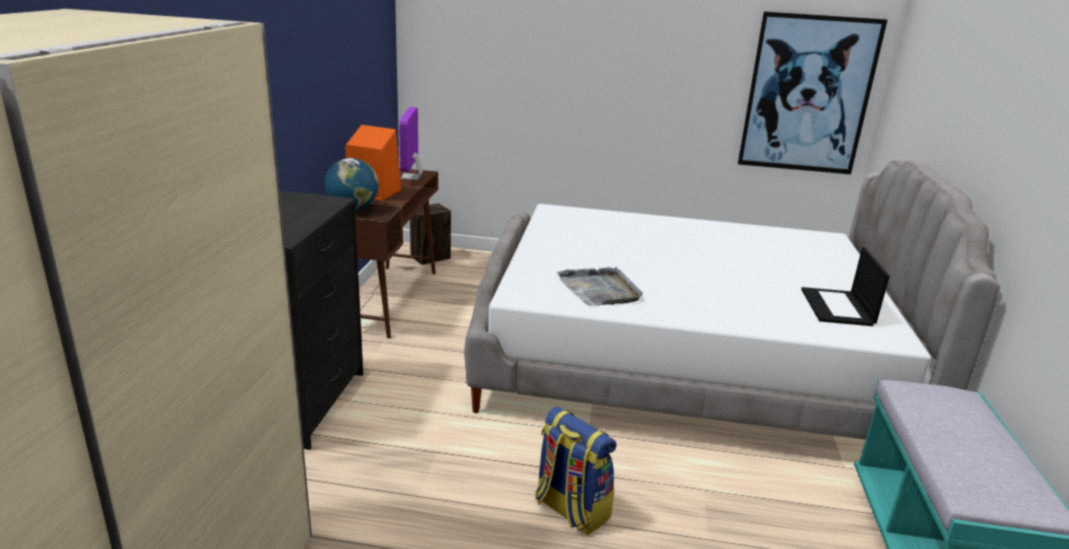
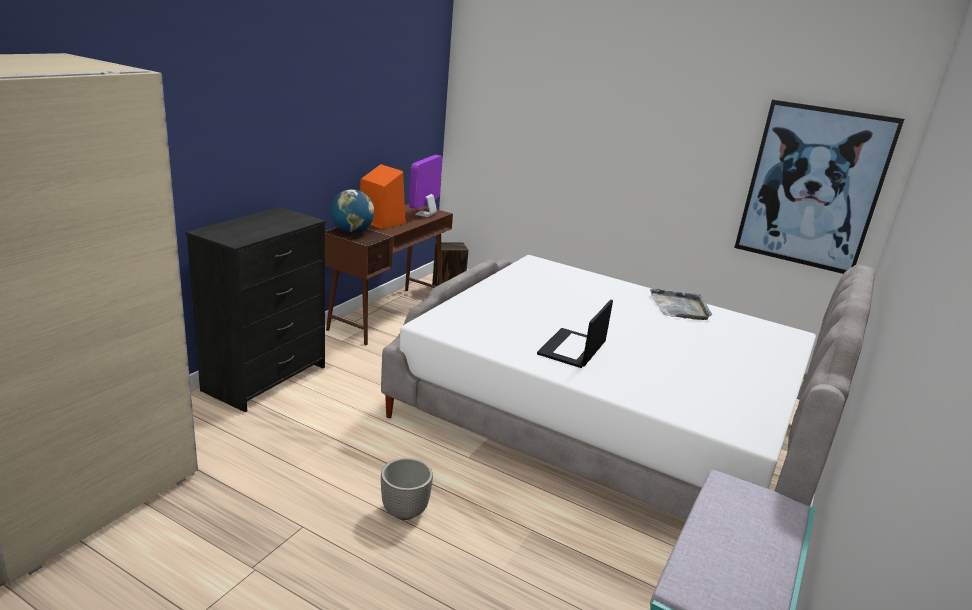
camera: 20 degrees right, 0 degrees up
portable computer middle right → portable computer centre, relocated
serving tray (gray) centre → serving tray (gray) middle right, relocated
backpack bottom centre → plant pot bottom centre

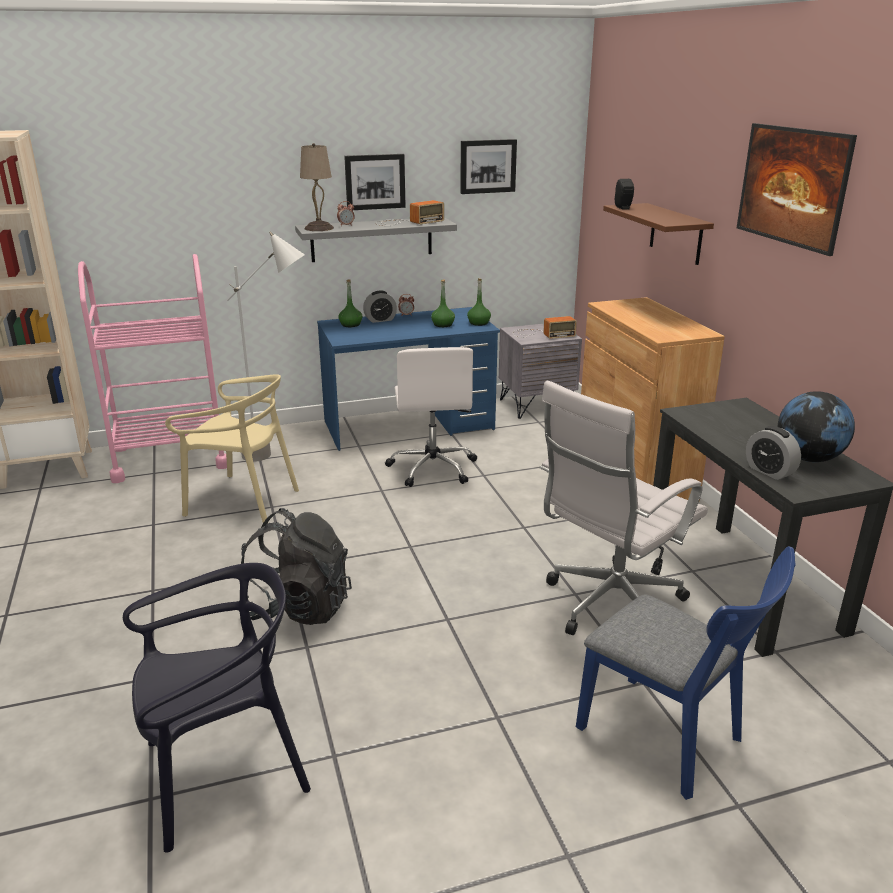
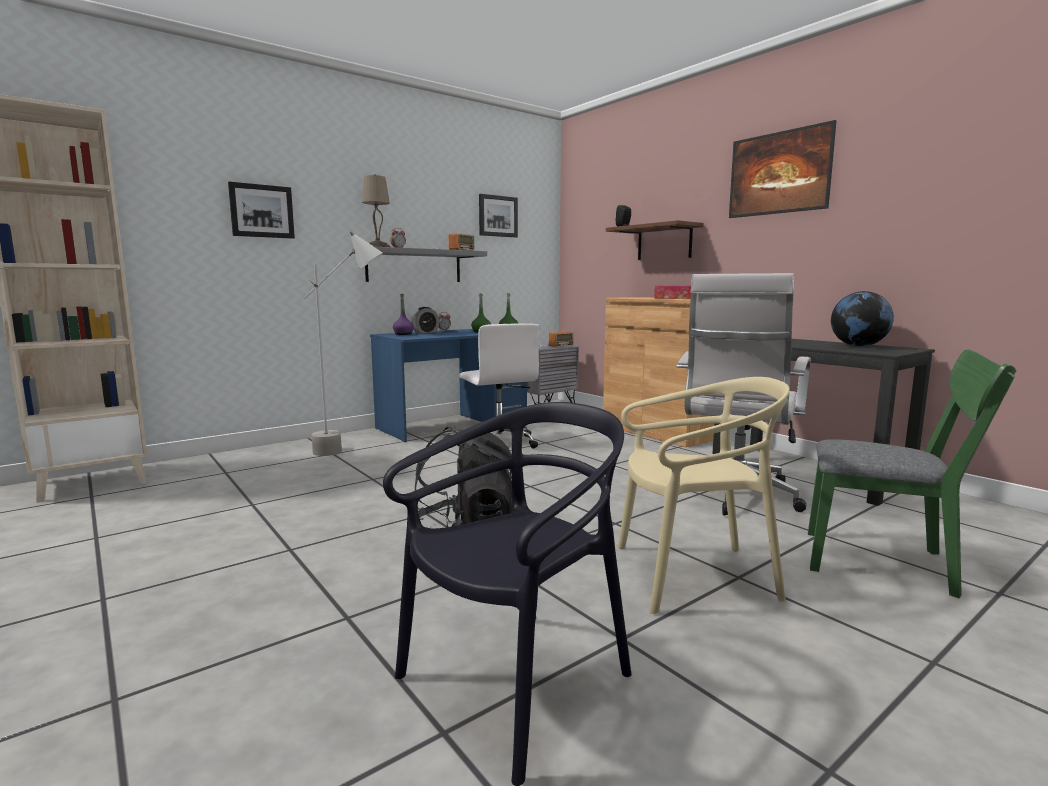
camera: 20 degrees left, 15 degrees down
wall art (no. 1 from left) top centre → wall art (no. 1 from left) top left, relocated
cart (pink-coloured) middle left → -
drink bottle (green) (no. 1 from left) centre → drink bottle (purplish) centre
chair (sand-coloured) middle left → chair (sand-coloured) middle right, relocated
bedside clock (no. 4 from left) middle right → -
chair (blue) bottom right → chair (green) middle right
- → box of tissues centre

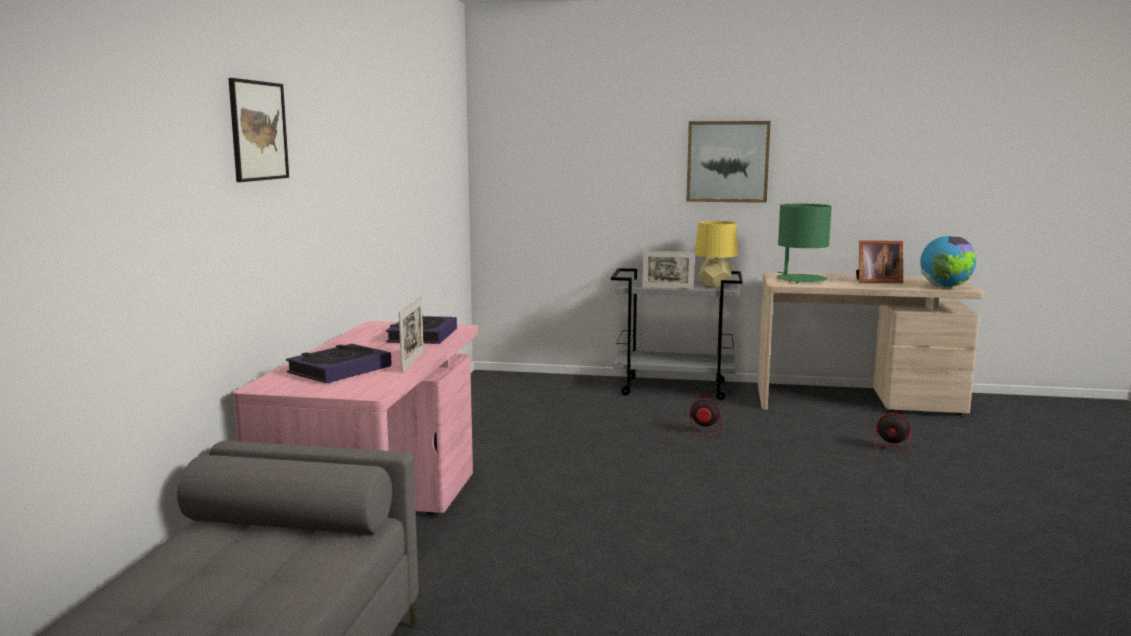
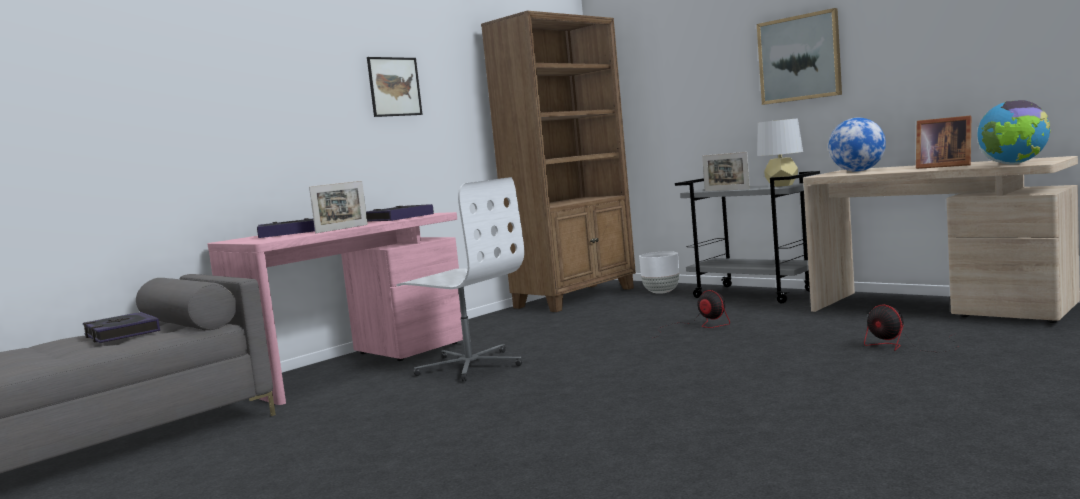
camera: 35 degrees right, 5 degrees down
wall art (no. 1 from left) top left → wall art (no. 1 from left) top centre, relocated
tabletop lamp (green) middle right → globe (no. 1 from left) top right
tabletop lamp (yellowish) centre → tabletop lamp (gray) top right
- → shelving unit (brownish) top centre
- → desk chair (white) centre
- → plant pot (white) centre
- → book (no. 1 from left) middle left

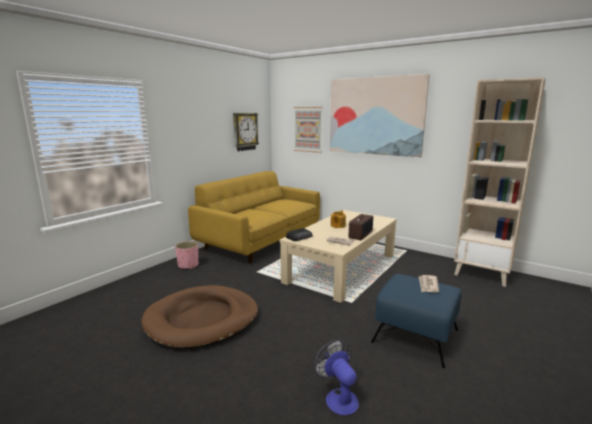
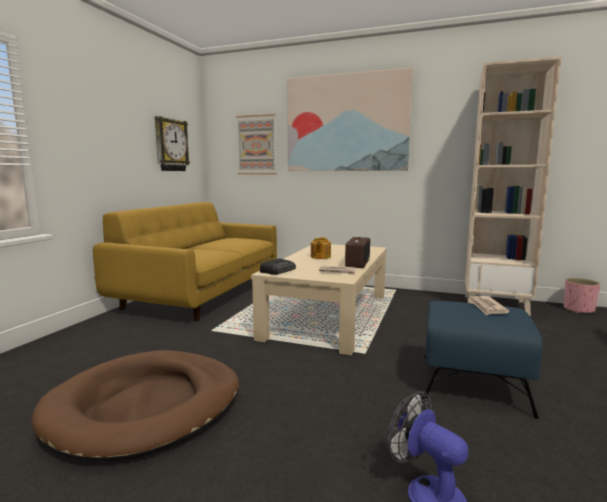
camera: 15 degrees left, 5 degrees down
plant pot (pink-coloured) middle left → plant pot (pink-coloured) middle right, relocated

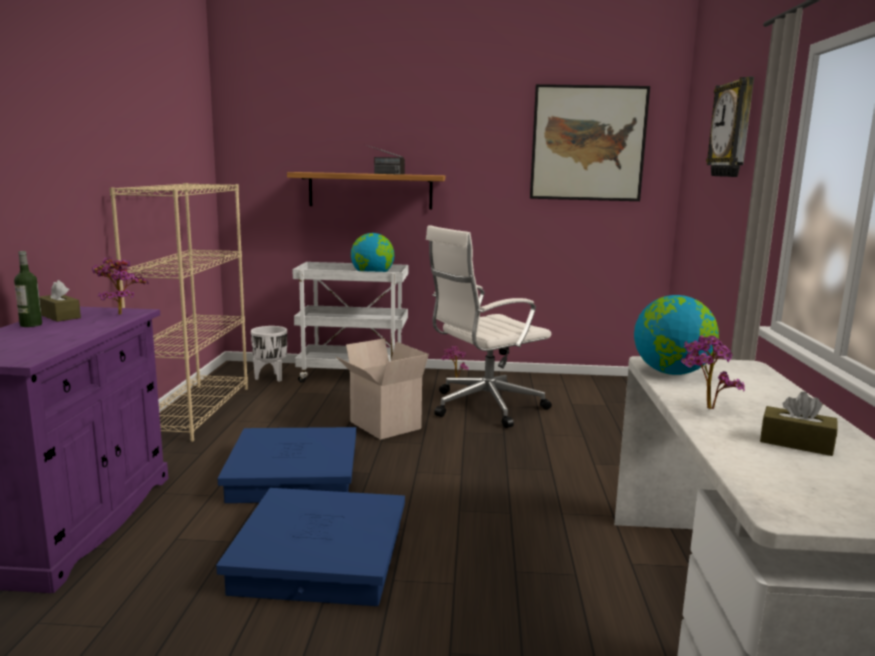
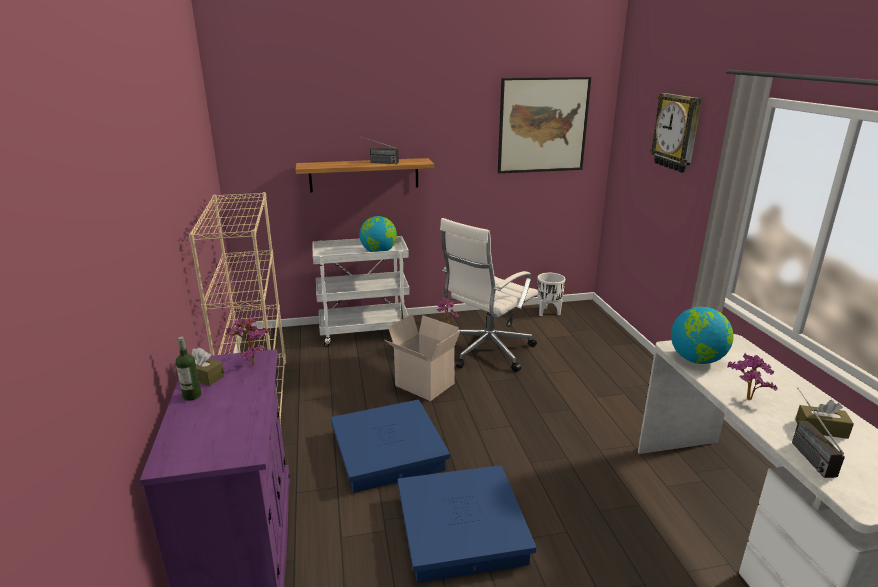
camera: 15 degrees left, 10 degrees up
plant pot (white) middle left → plant pot (white) centre, relocated
- → radio receiver (no. 2 from left) bottom right

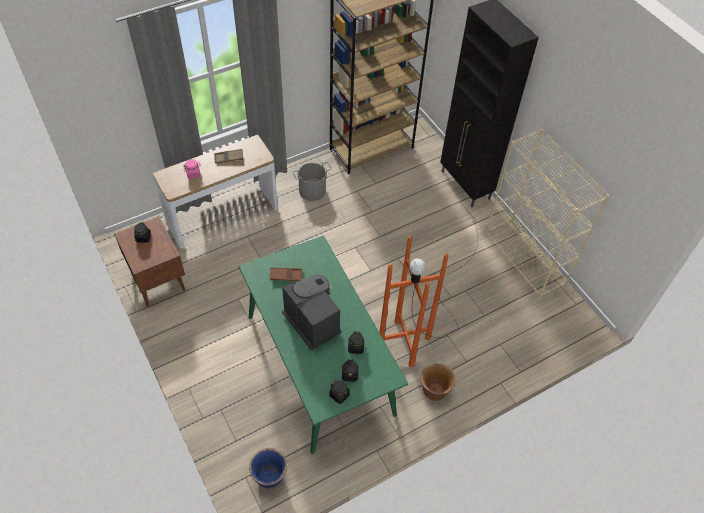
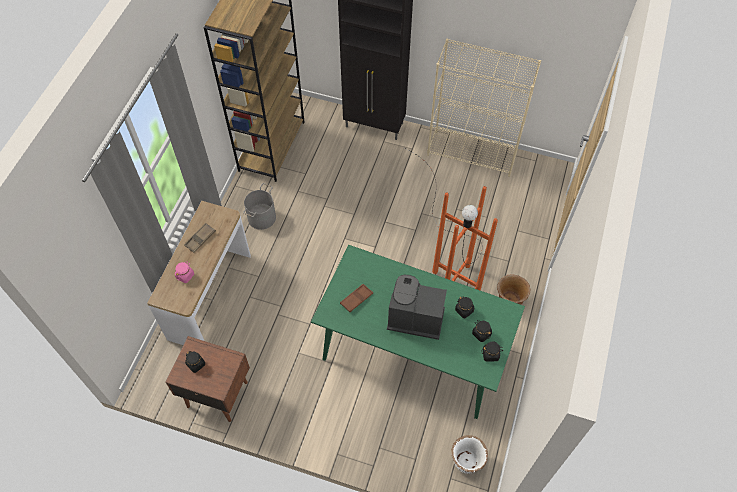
camera: 40 degrees left, 5 degrees up
plant pot (blue) bottom centre → plant pot (white) bottom centre

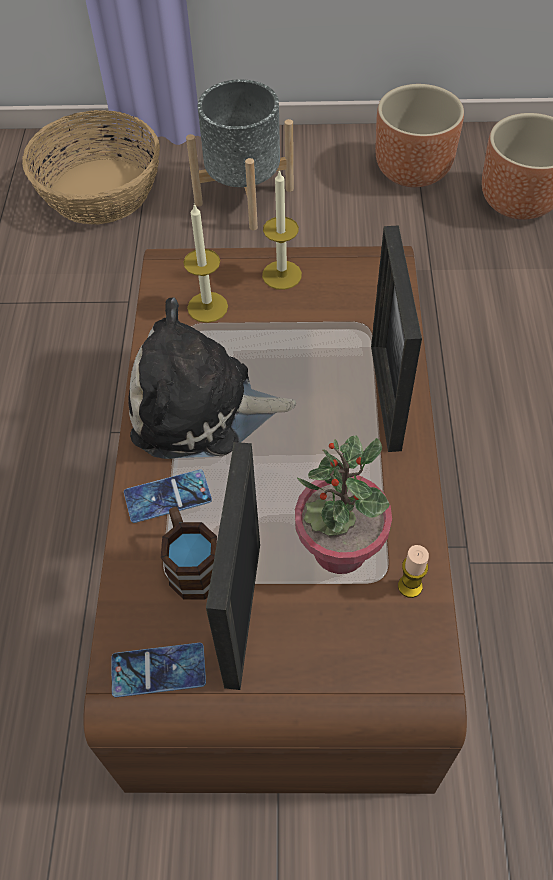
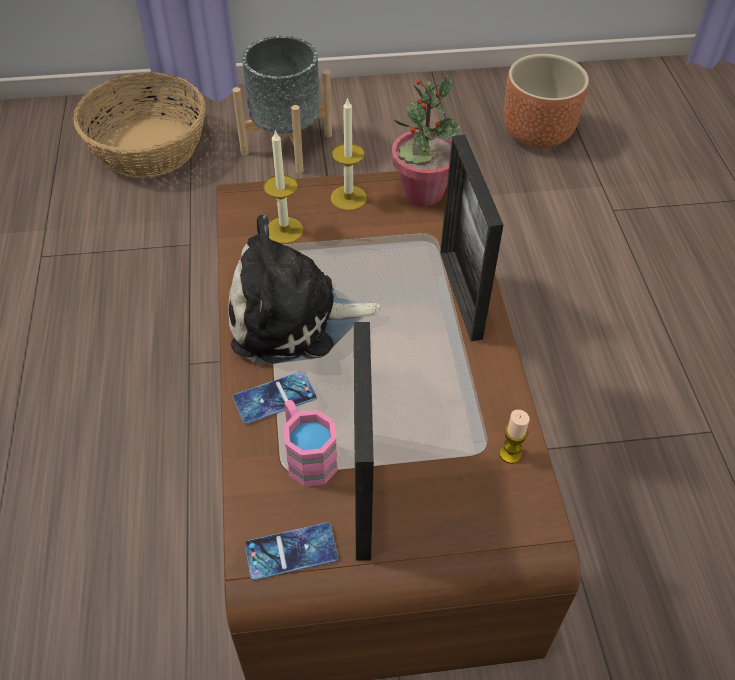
camera: 10 degrees left, 5 degrees down
plant pot (brownish) (no. 1 from left) top right → -
potted plant centre → potted plant top centre, relocated
mug (brownish) centre → mug (pink-coloured) centre

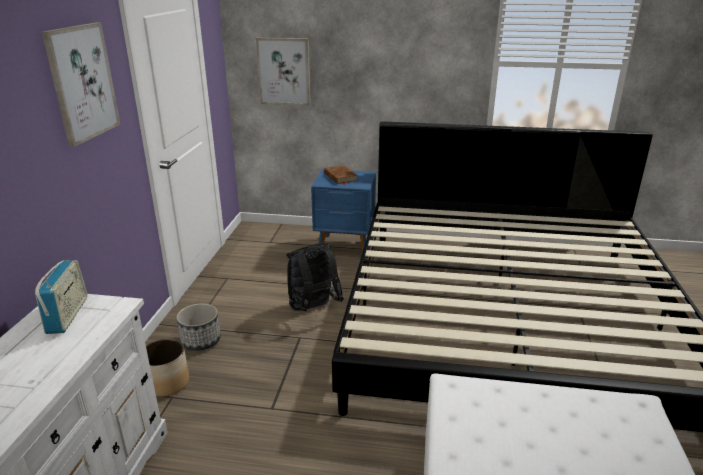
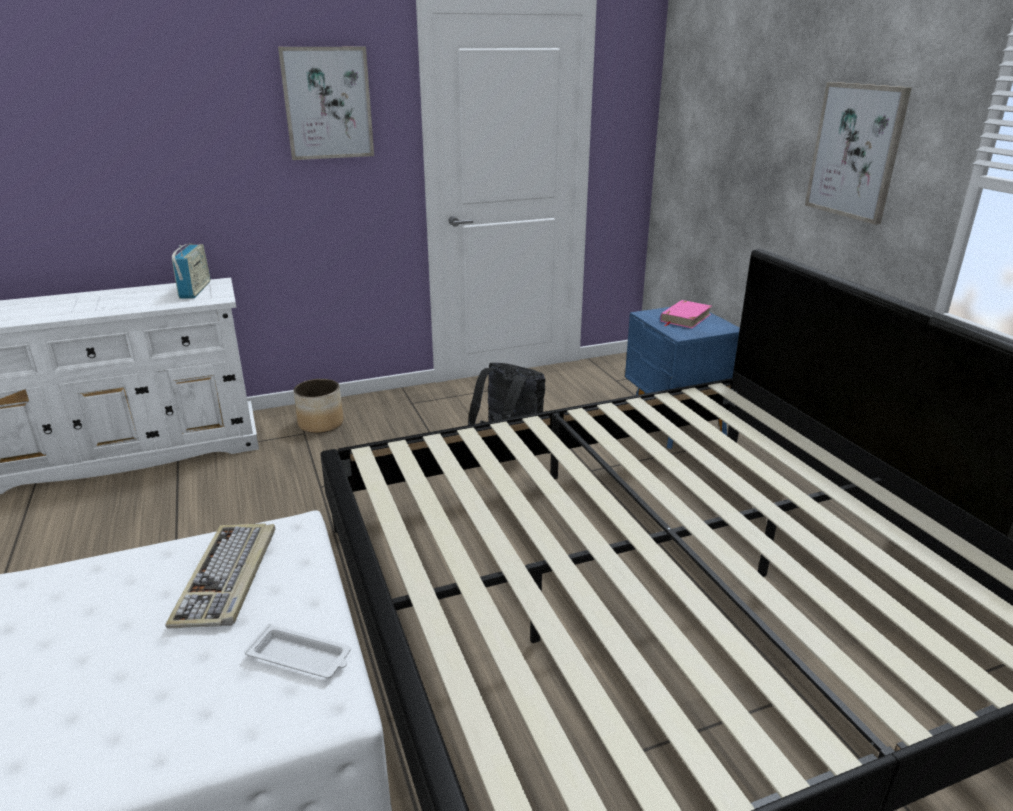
camera: 60 degrees right, 0 degrees up
wall art (no. 2 from left) top centre → wall art (no. 2 from left) top right, relocated
book (brownish) centre → book (pink-coloured) middle right
radio receiver middle left, 60 degrees counterclockwise
plant pot (no. 2 from left) bottom left → -
- → PC keyboard bottom left
- → serving tray (white) bottom left

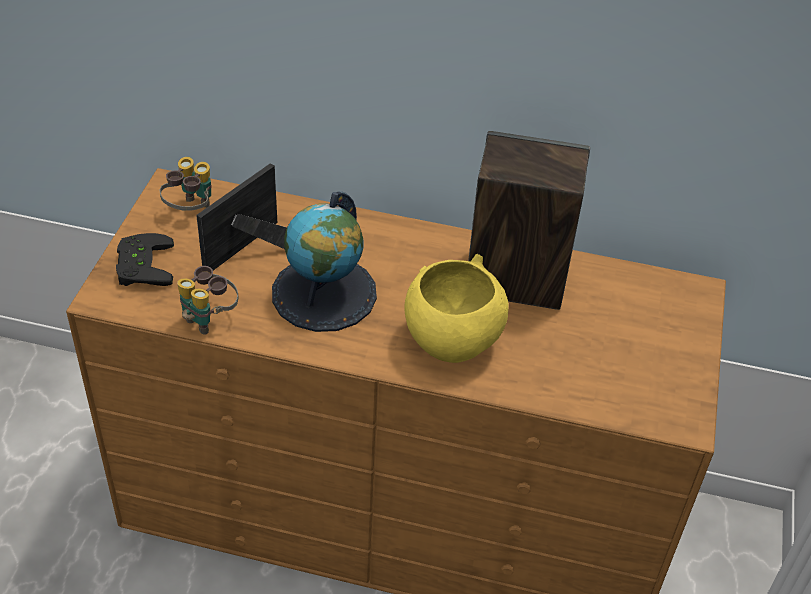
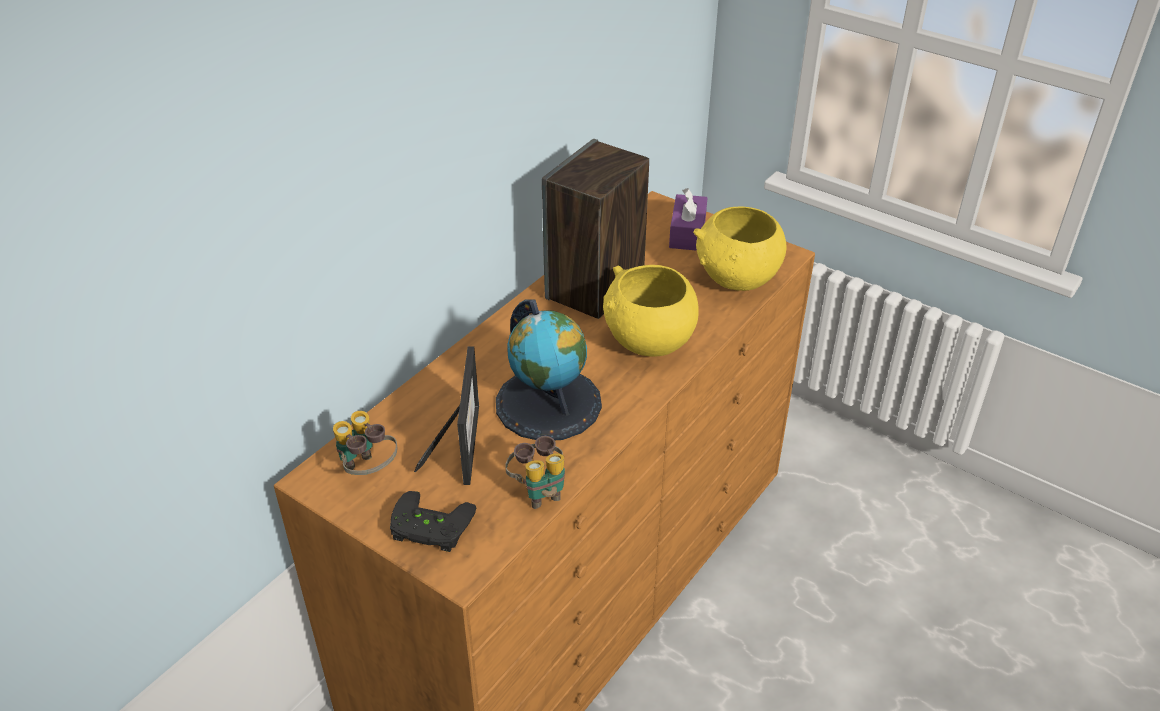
camera: 65 degrees left, 5 degrees down
standing frame middle left → standing frame centre, 150 degrees counterclockwise
- → box of tissues (purplish) top centre
- → bowl (yellowish) (no. 2 from left) centre

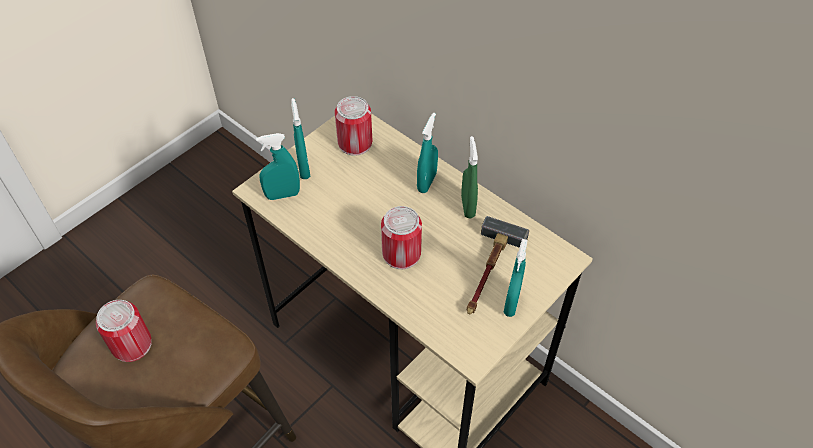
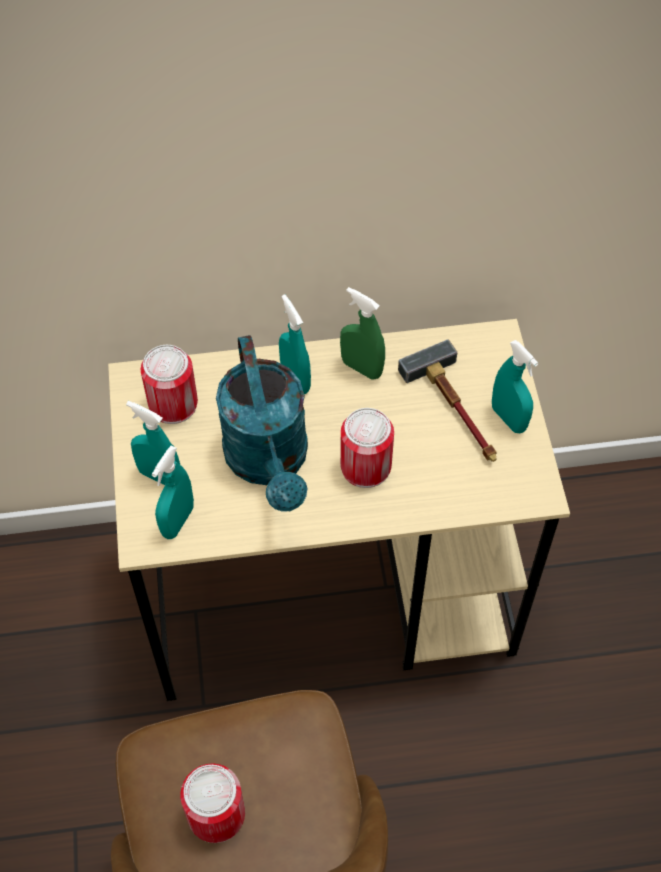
camera: 50 degrees left, 5 degrees up
- → watering pot (turquoise) centre

